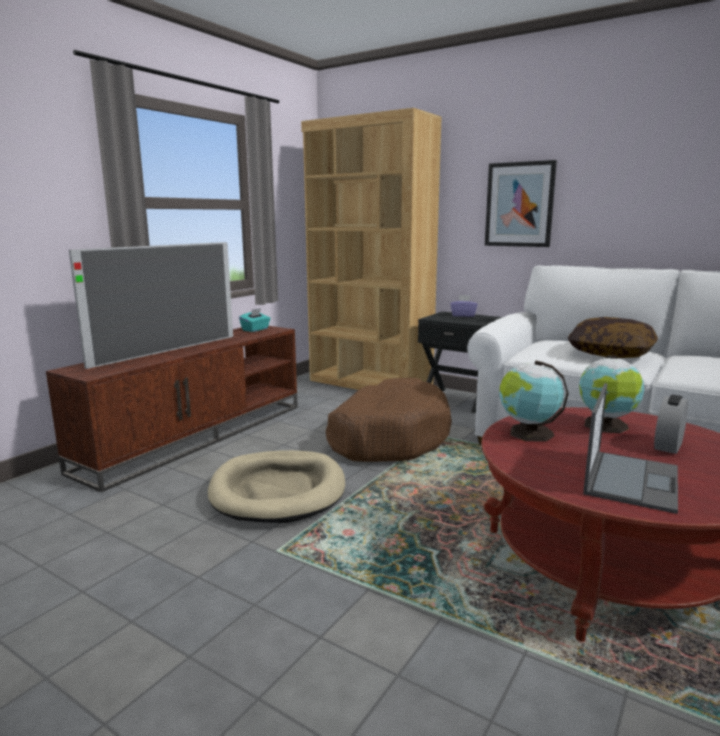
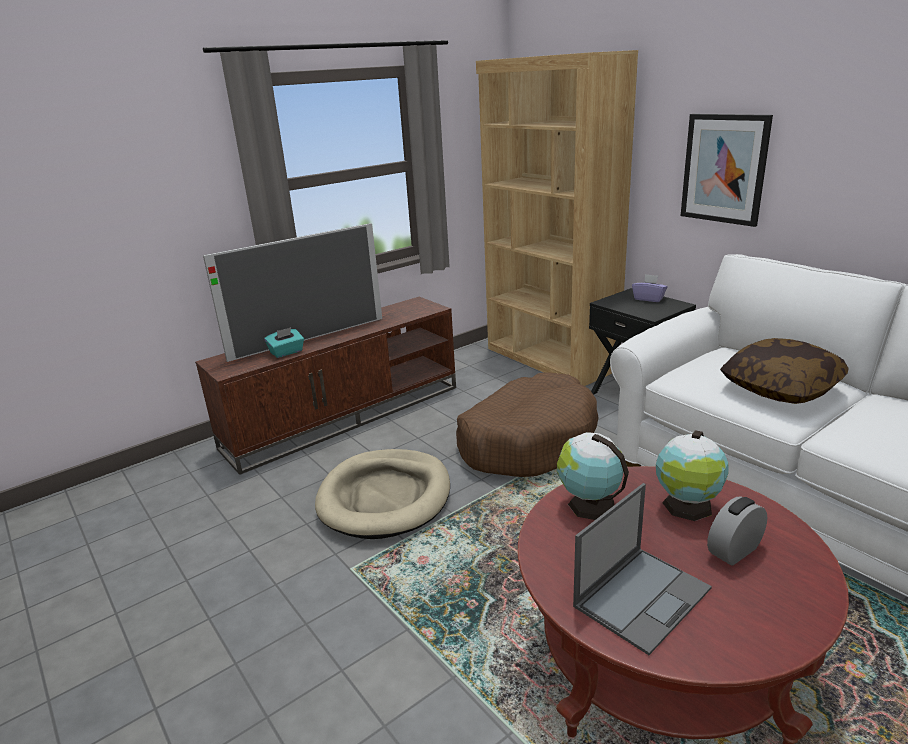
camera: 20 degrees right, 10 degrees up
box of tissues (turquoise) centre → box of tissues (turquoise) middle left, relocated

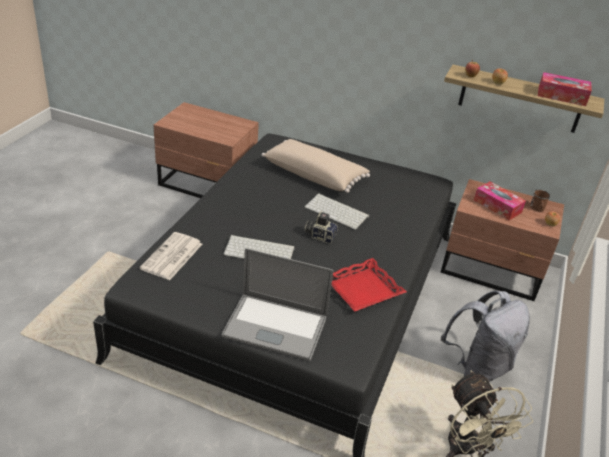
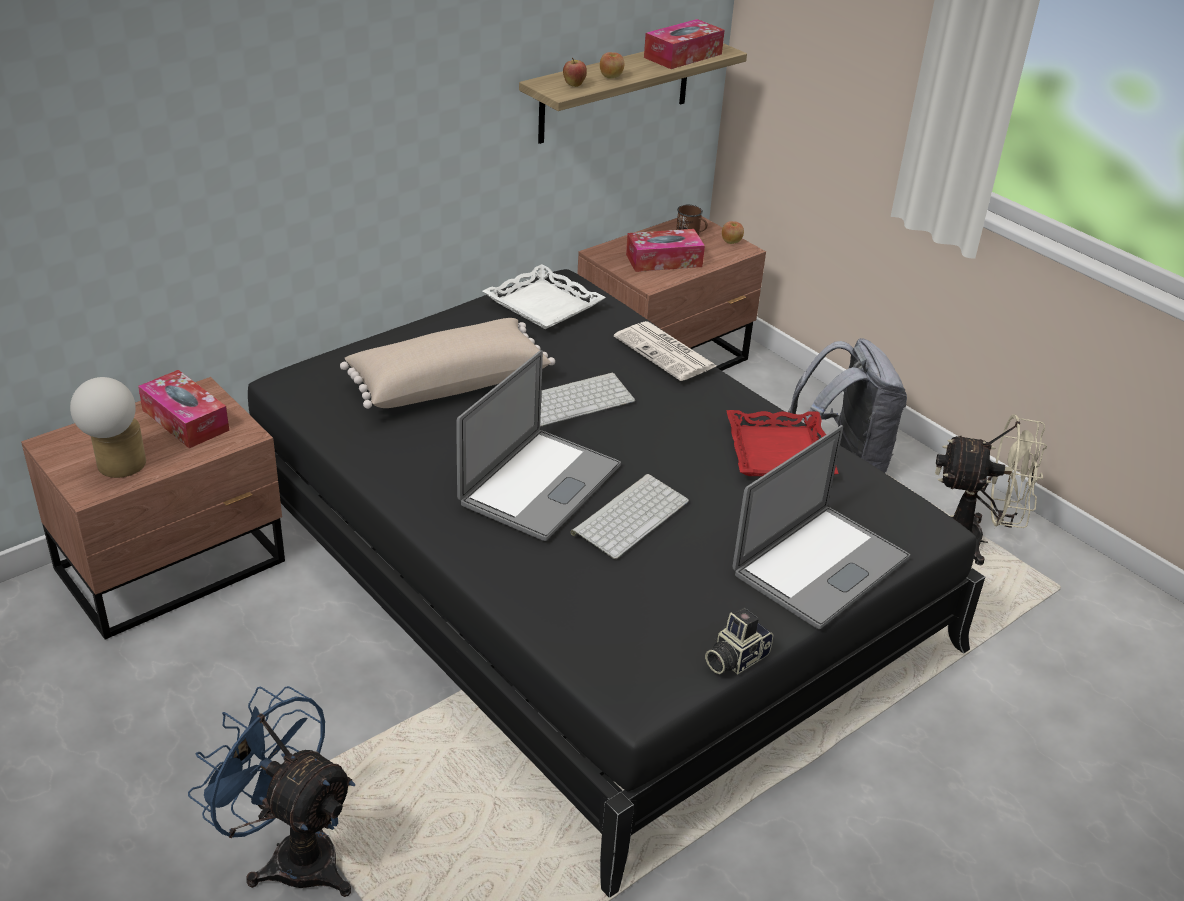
camera: 60 degrees left, 0 degrees up
still camera centre → still camera bottom centre, relocated
daily paper middle left → daily paper centre, relocated
- → serving tray (white) top centre
- → portable computer (no. 1 from left) centre
- → box of tissues (no. 1 from left) middle left
- → tabletop lamp middle left
- → electric fan (blue) bottom left

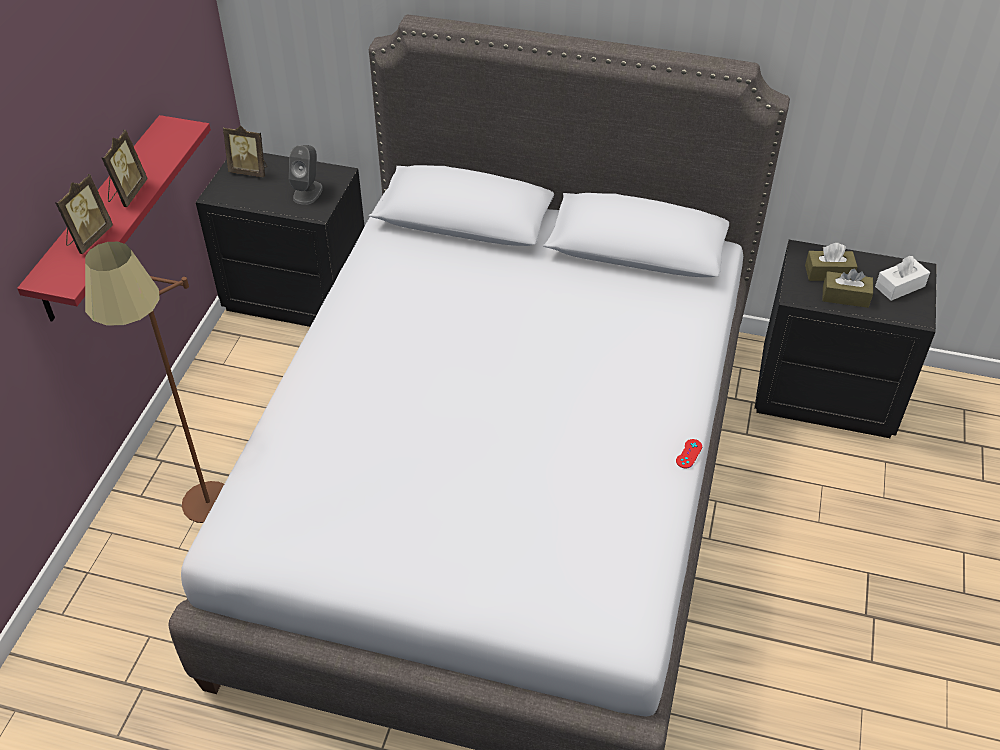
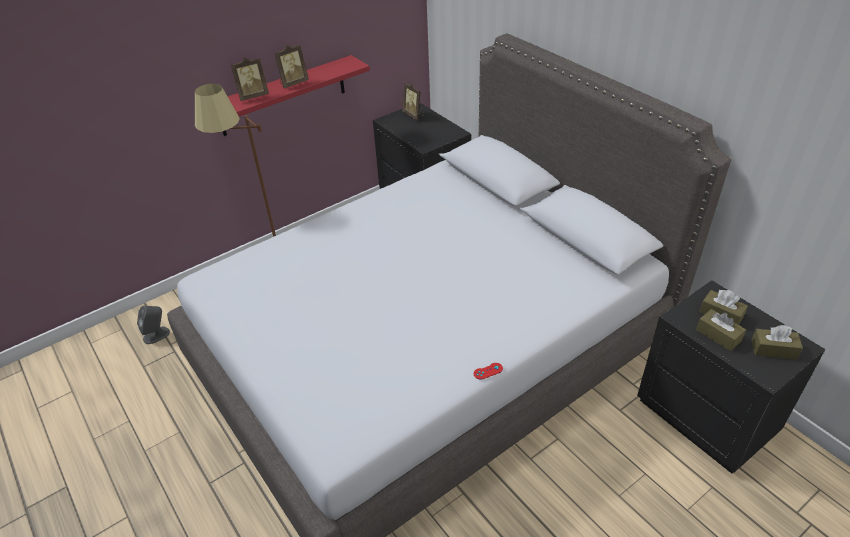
camera: 40 degrees right, 5 degrees down
loudspeaker (gray) top left → loudspeaker (gray) middle left, relocated
box of tissues (white) middle right → box of tissues (brownish) (no. 3 from left) middle right

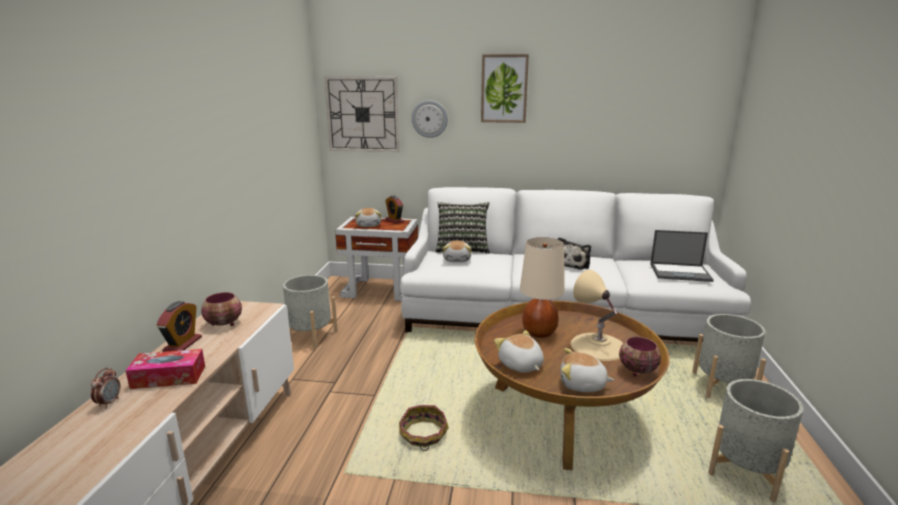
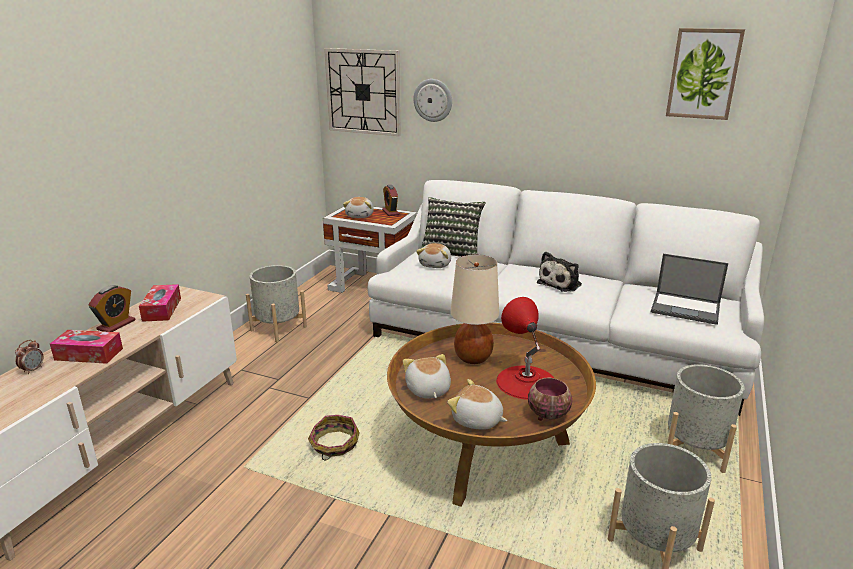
camera: 15 degrees right, 5 degrees up
wall art top centre → wall art top right, relocated
tabletop lamp (sand-coloured) (no. 2 from left) centre → tabletop lamp (red) centre
bowl (no. 1 from left) middle left → box of tissues (no. 2 from left) middle left

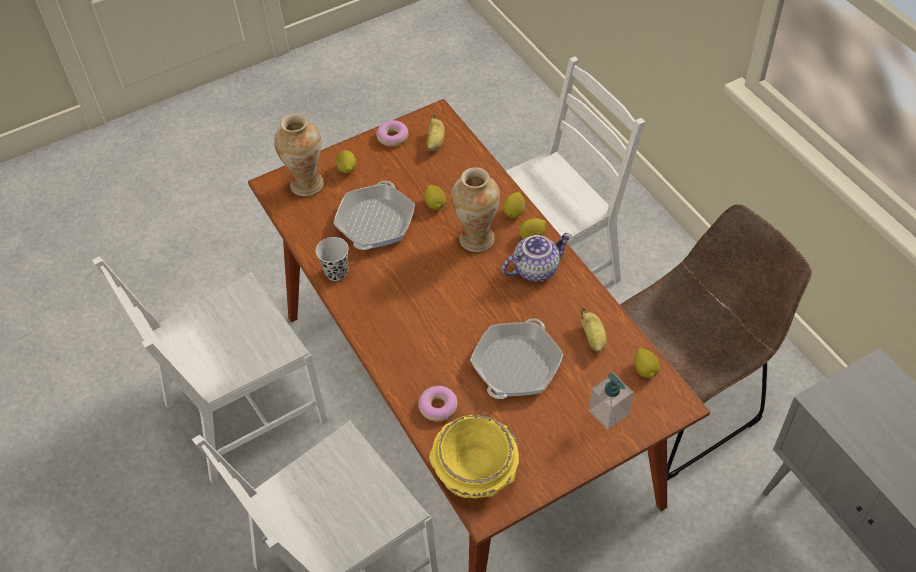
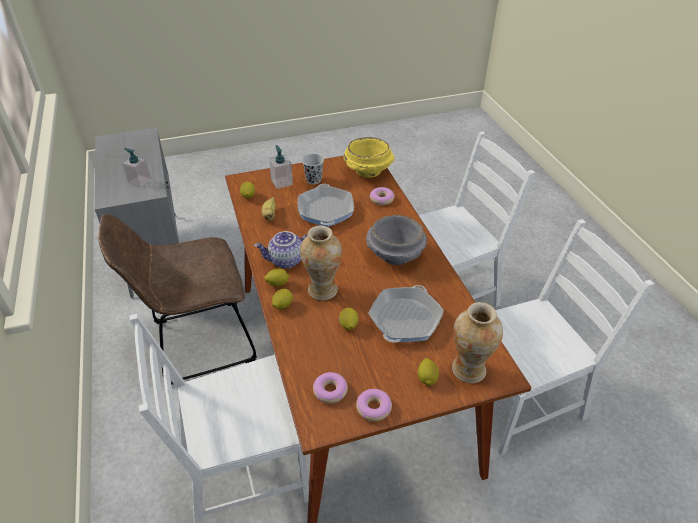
camera: 170 degrees left, 10 degrees down
banana fruit (no. 1 from left) top centre → ring doughnut (no. 1 from left) bottom centre
drinking cup (black) centre → drinking cup (black) top centre, relocated
frying pan (no. 2 from left in the first image) centre → frying pan (no. 1 from left) centre, 135 degrees clockwise
- → liquid soap bottle (no. 1 from left) top left
- → bowl (gray) centre

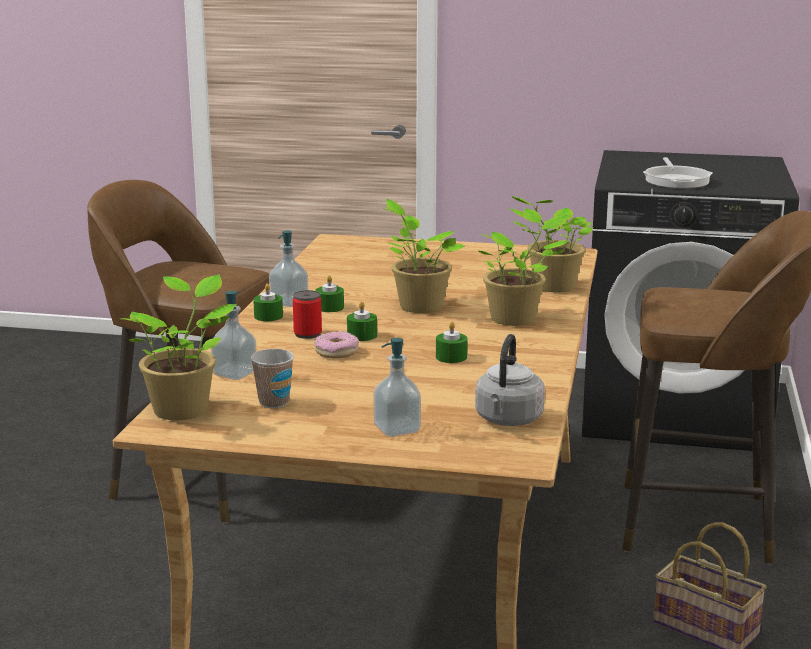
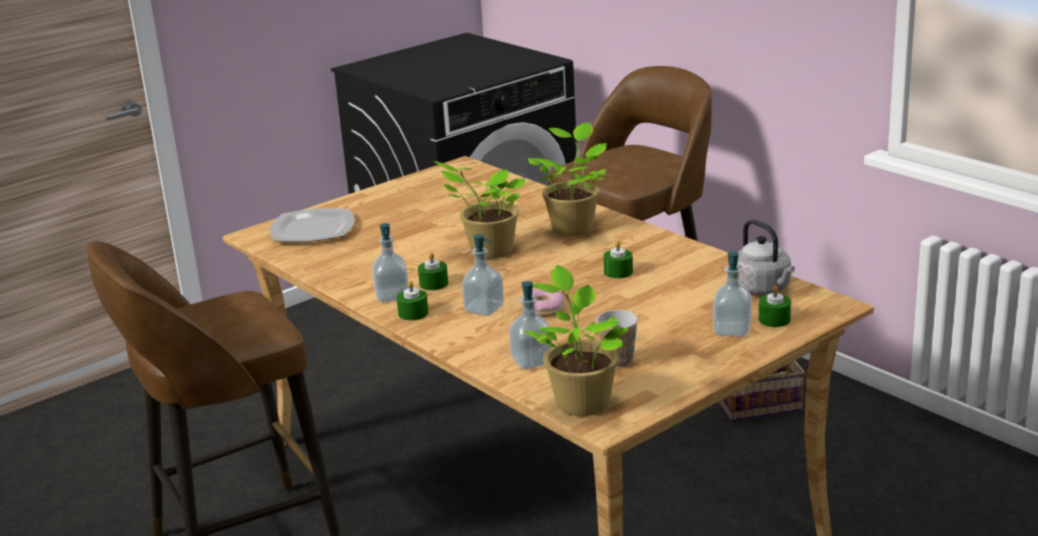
camera: 50 degrees left, 5 degrees up
frying pan top right → -
potted plant (no. 4 from left) middle right → -
sealed can centre → liquid soap bottle (no. 2 from left) centre
wax candle (green) (no. 3 from left in the first image) centre → wax candle (green) (no. 4 from left) middle right, relocated
- → dinner plate middle left

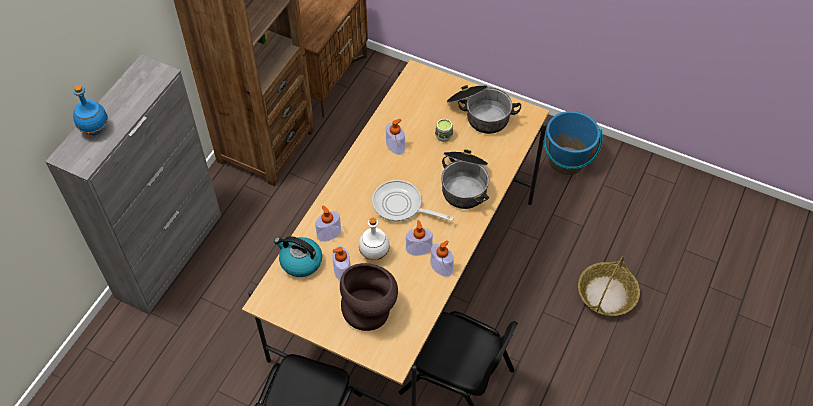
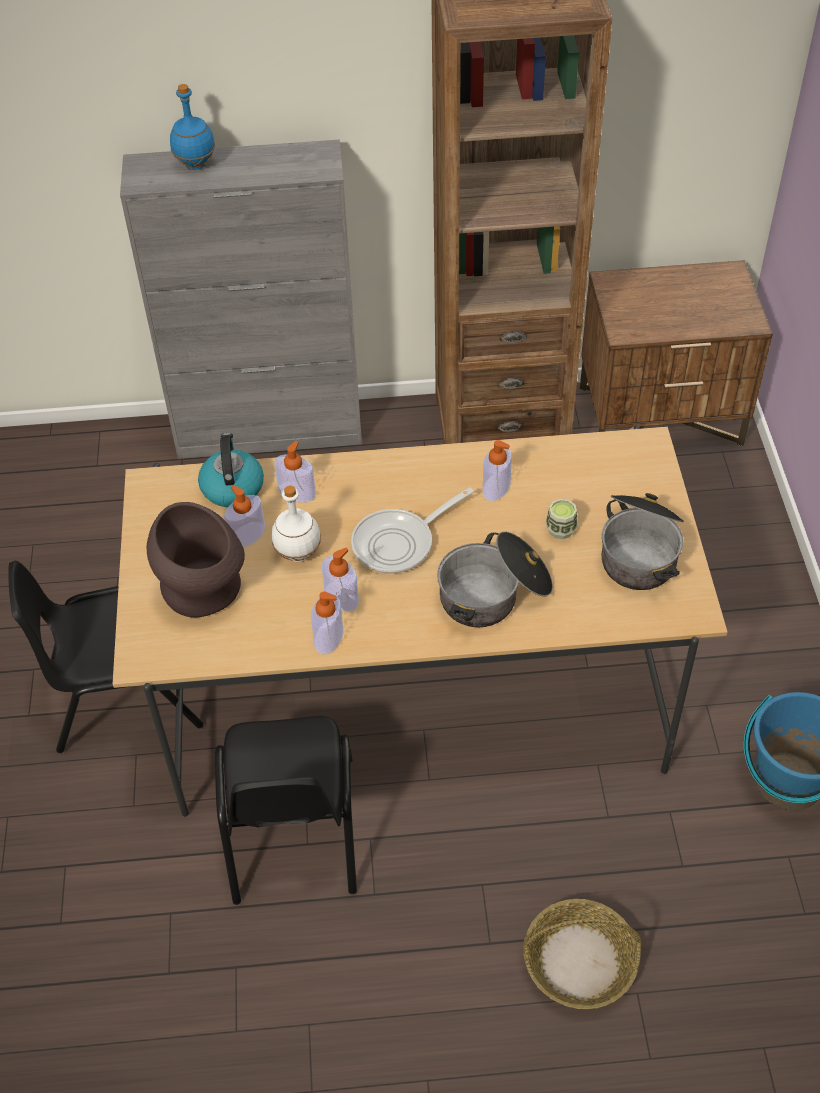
camera: 60 degrees right, 5 degrees down
frying pan centre, 120 degrees counterclockwise

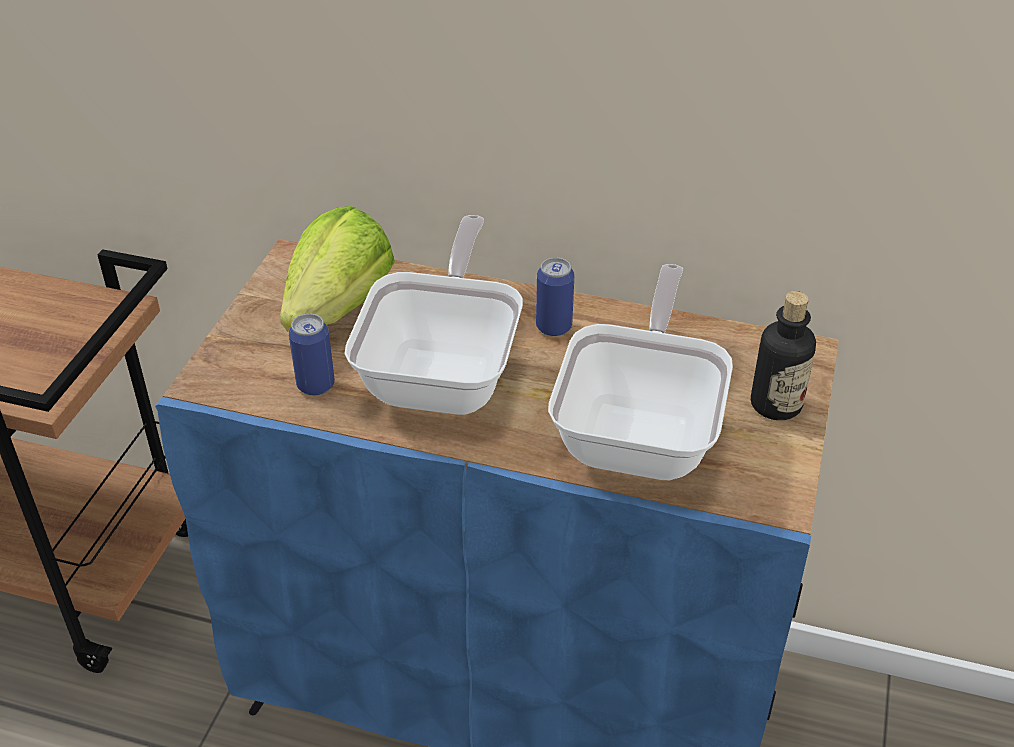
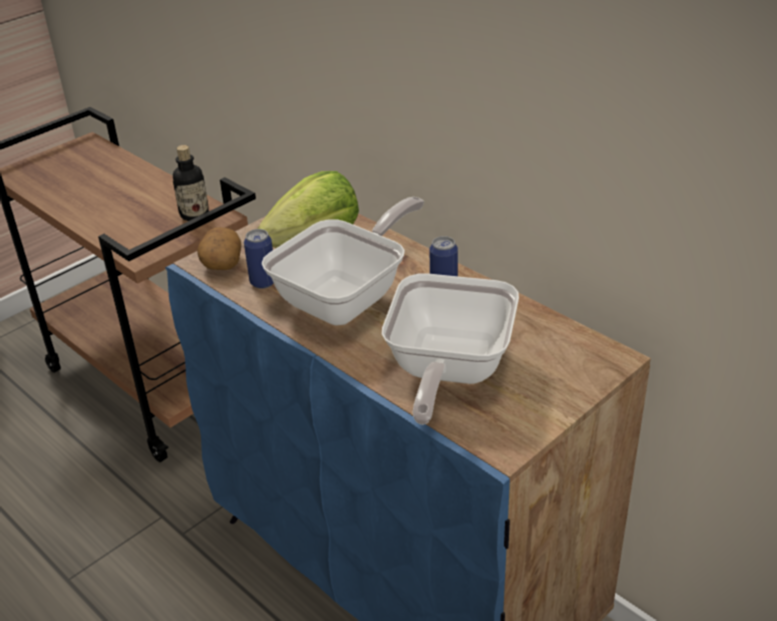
camera: 30 degrees right, 5 degrees down
frying pan (no. 2 from left) centre, 150 degrees clockwise
drink bottle middle right → drink bottle top left, relocated
- → whole potato middle left

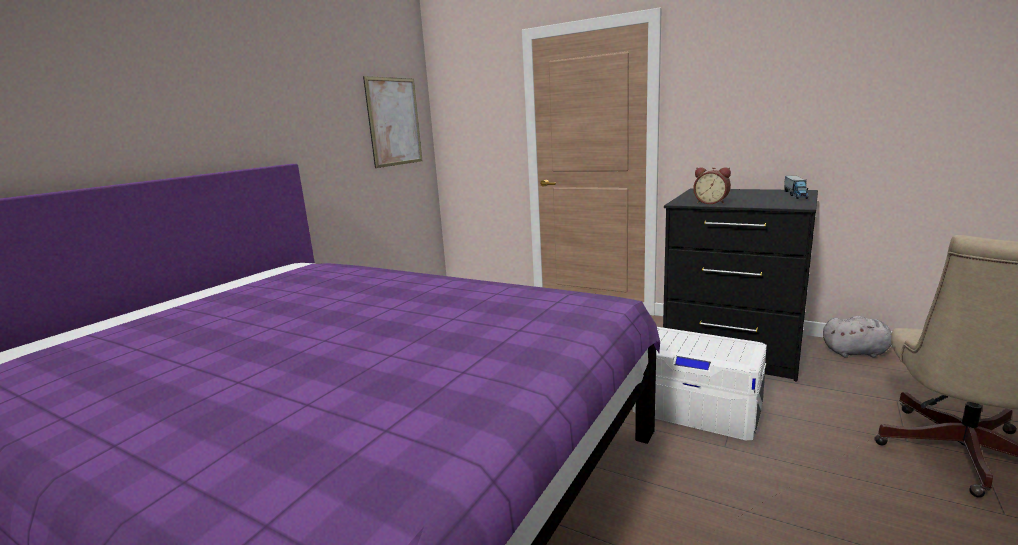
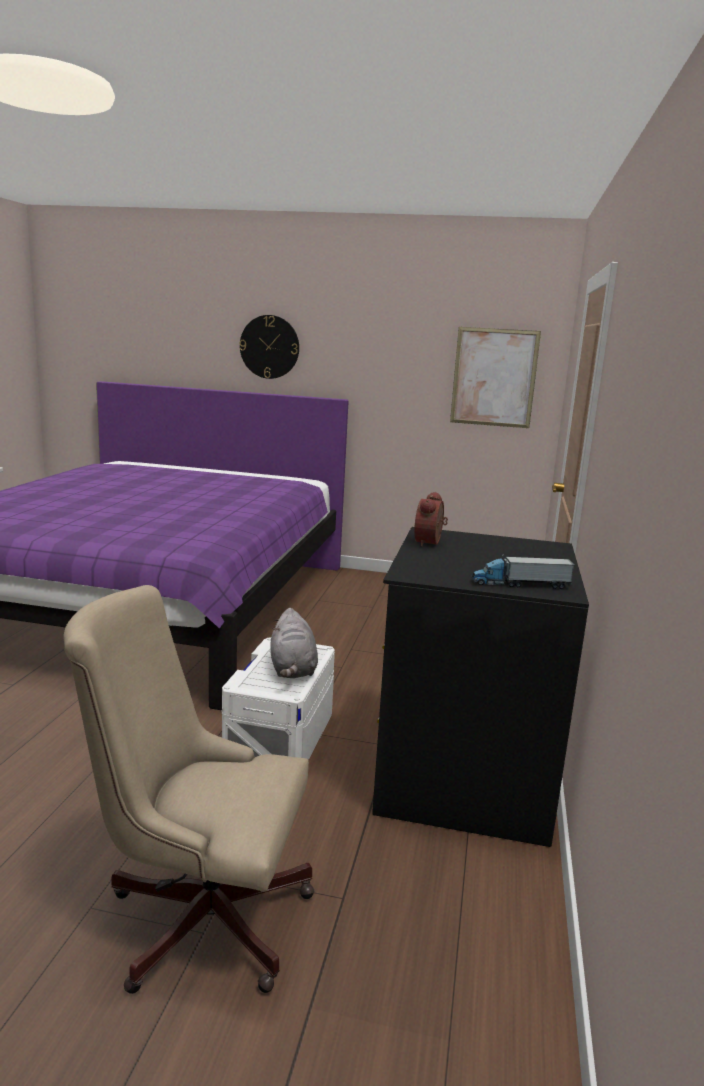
camera: 70 degrees right, 0 degrees up
cuddly toy (gray) middle right → cuddly toy (gray) centre, relocated
- → wall clock top centre

